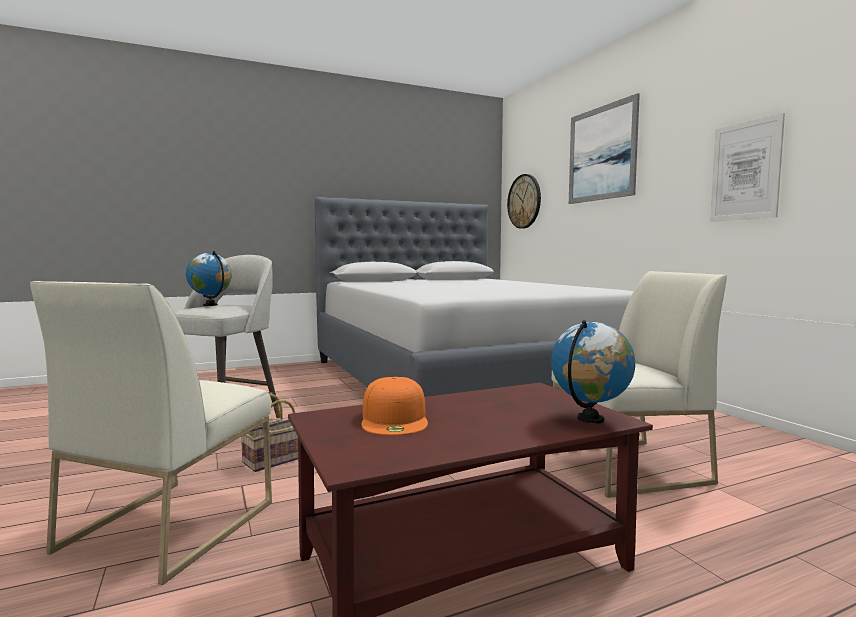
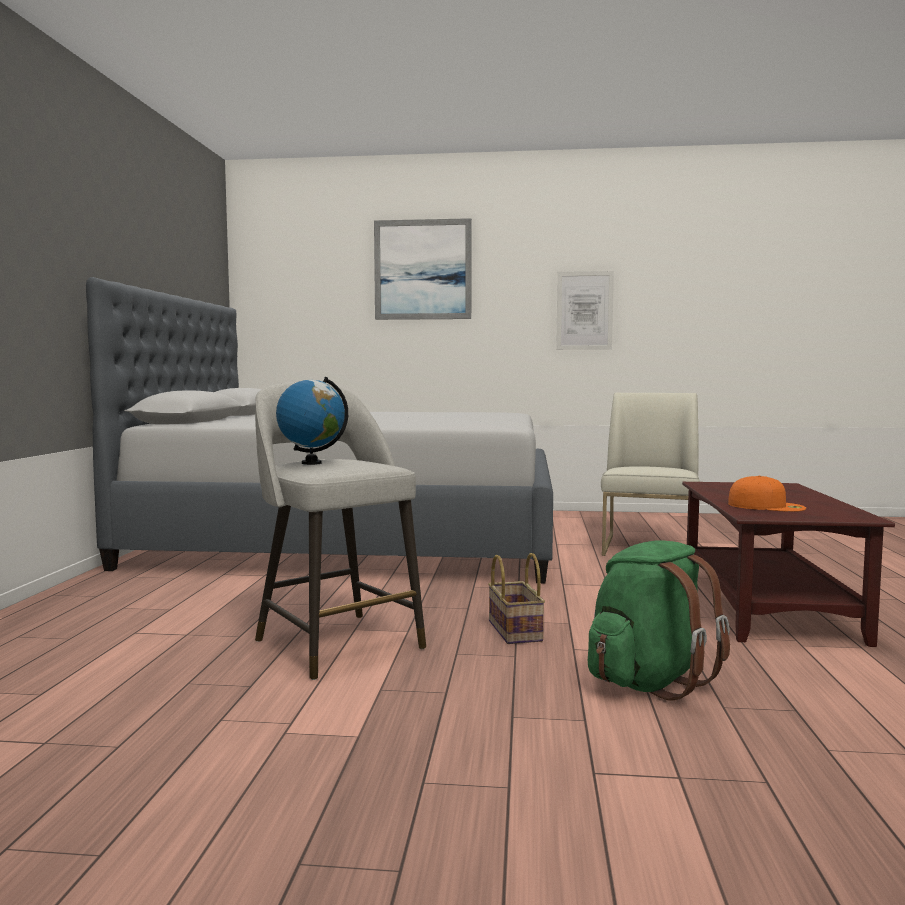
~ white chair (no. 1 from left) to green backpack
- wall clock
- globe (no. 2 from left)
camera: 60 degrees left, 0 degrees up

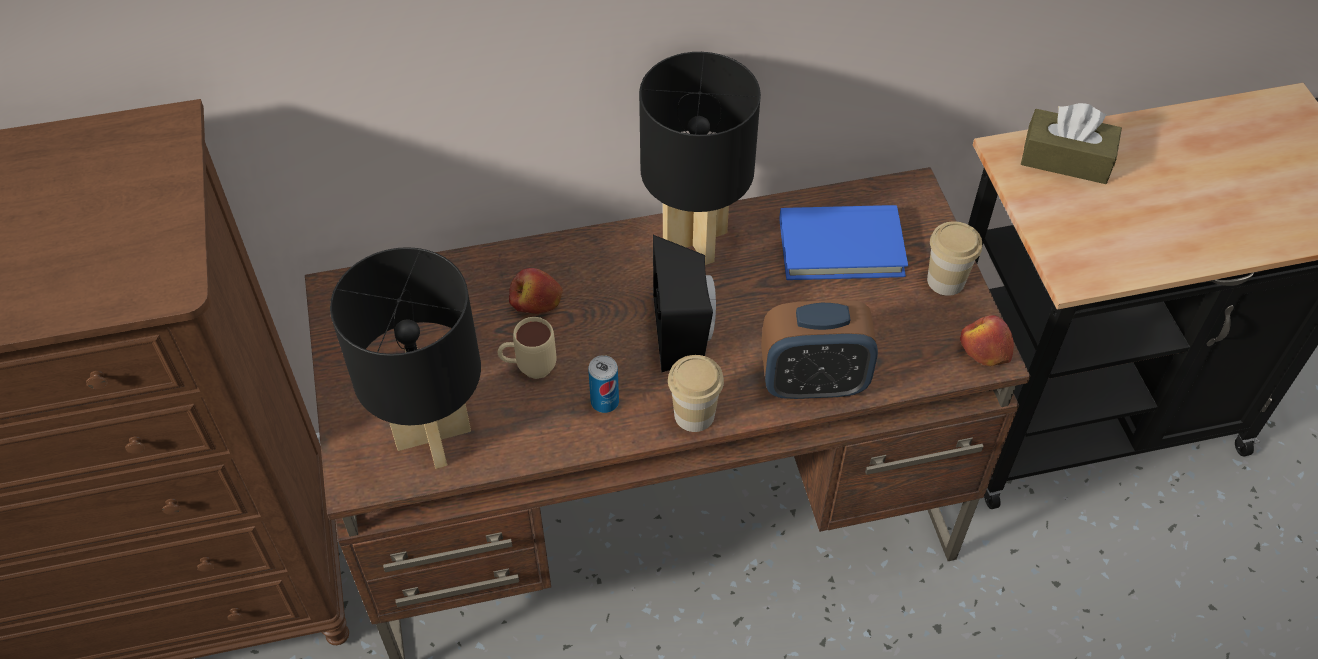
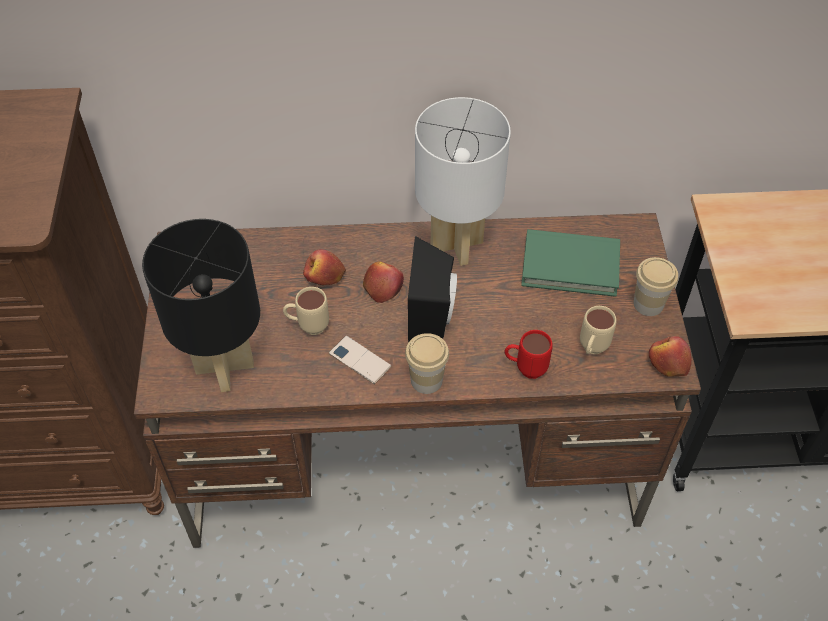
~ can to phone
+ apple (no. 2 from left)
~ black table lamp (no. 2 from left) to white table lamp
~ alarm clock to red mug
~ blue book to green book
+ beige mug (no. 2 from left)
- brown tissue box
camera: 10 degrees right, 0 degrees up

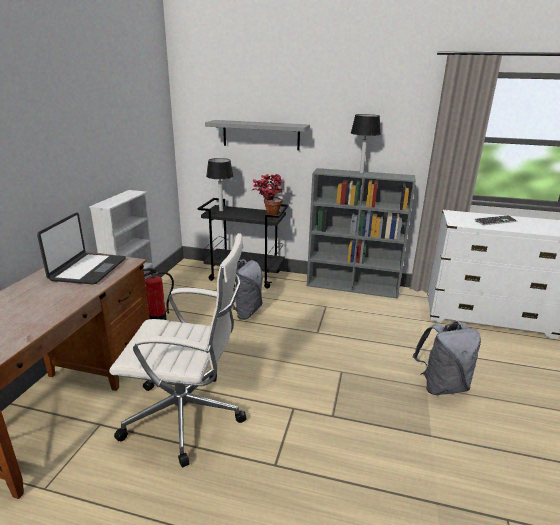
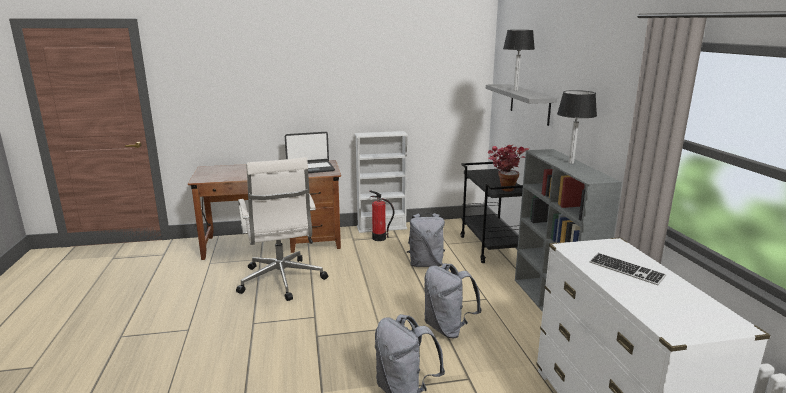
+ grey backpack (no. 3 from left)
~ table lamp (no. 1 from left)
camera: 65 degrees right, 5 degrees down

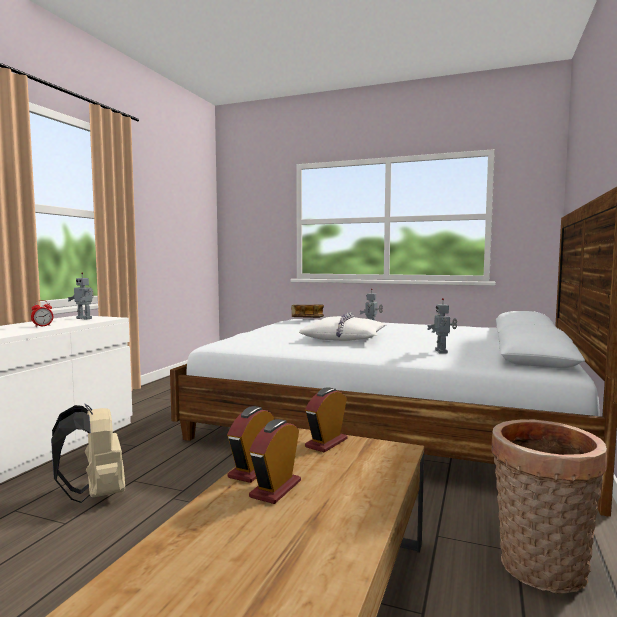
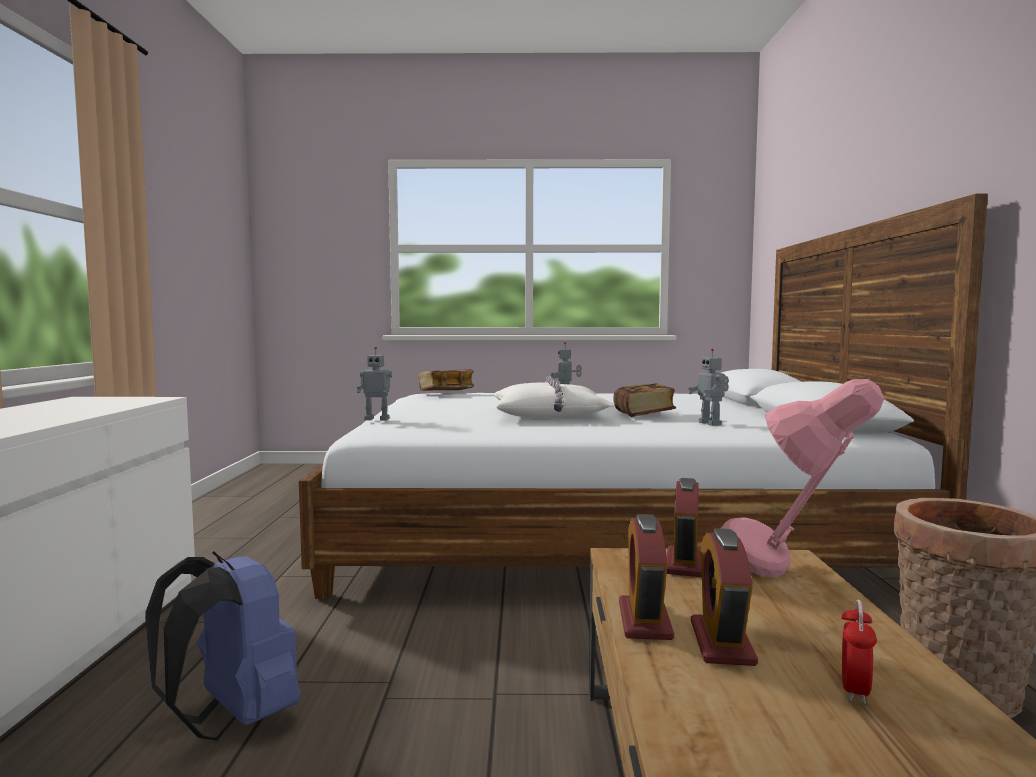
~ beige backpack to blue backpack
~ toy robot (no. 1 from left)
+ book (no. 2 from left)
+ pink table lamp
~ alarm clock (no. 1 from left in the first image) to alarm clock (no. 4 from left)
camera: 20 degrees left, 0 degrees up

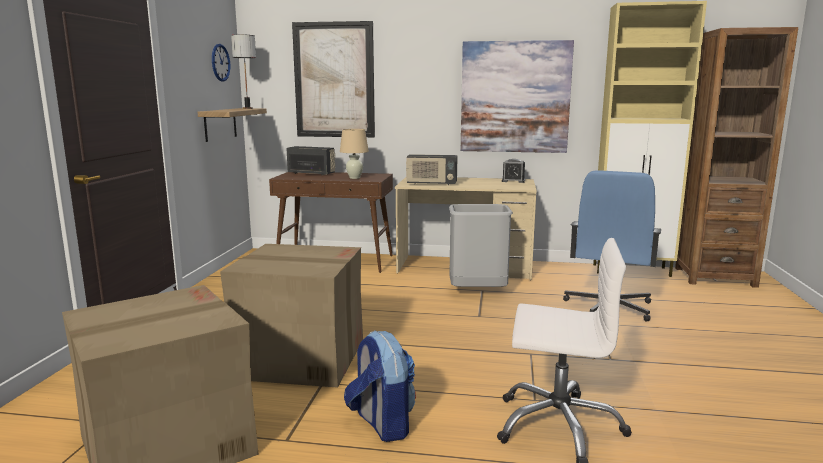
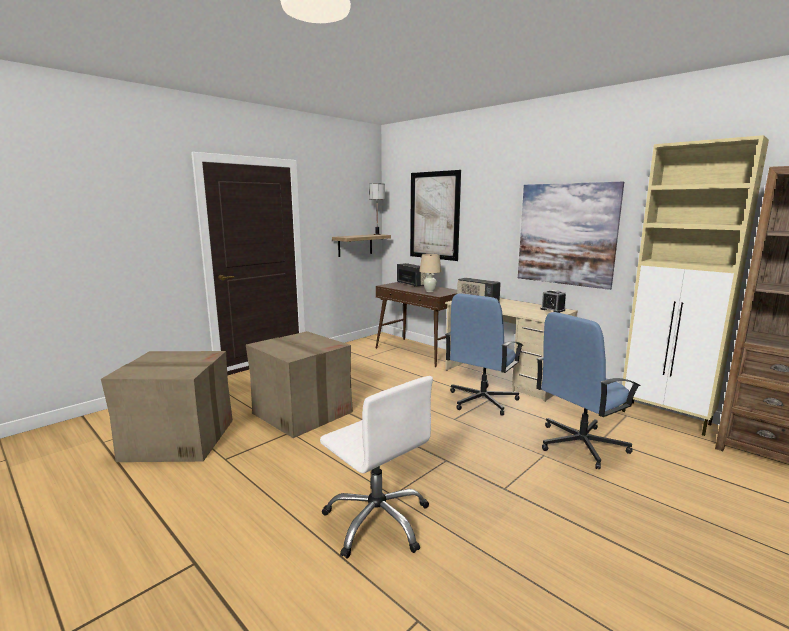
~ grey trash can to blue office chair (no. 1 from left)
- wall clock
- backpack
camera: 35 degrees right, 0 degrees up

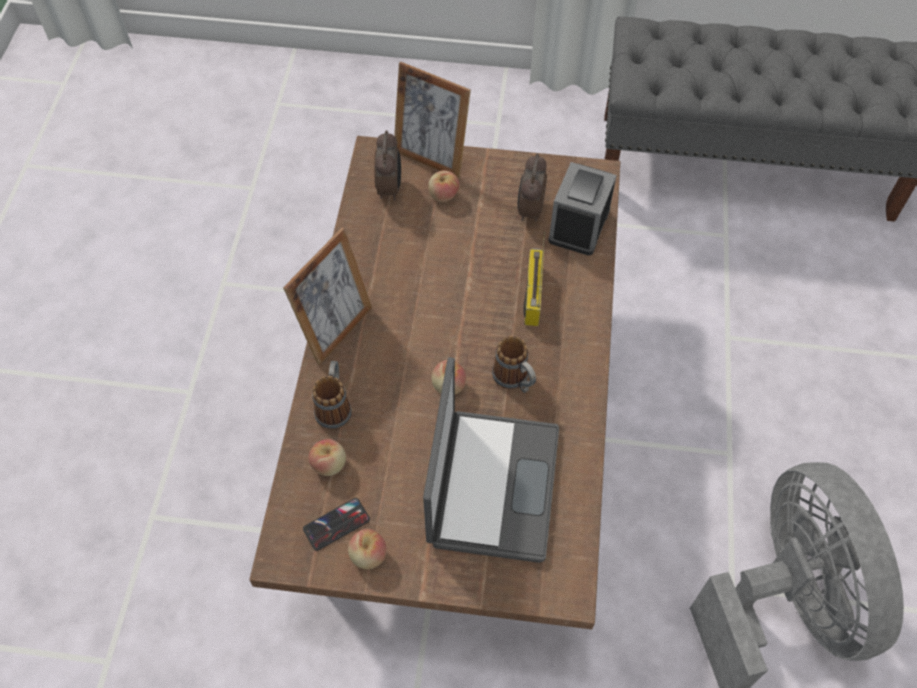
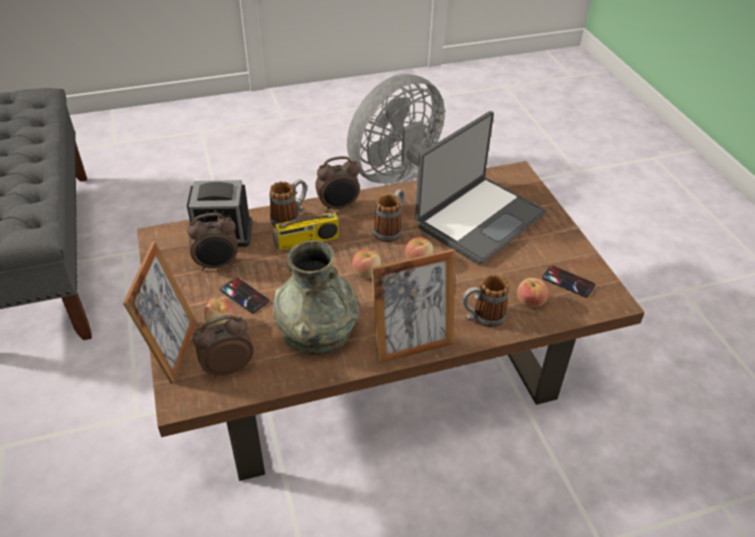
+ phone (no. 1 from left)
+ mug (no. 1 from left)
+ grey vase
+ alarm clock (no. 4 from left)
~ apple (no. 2 from left)
~ picture frame (no. 1 from left in the first image) 150 degrees clockwise
~ laptop 150 degrees clockwise
camera: 115 degrees left, 15 degrees down

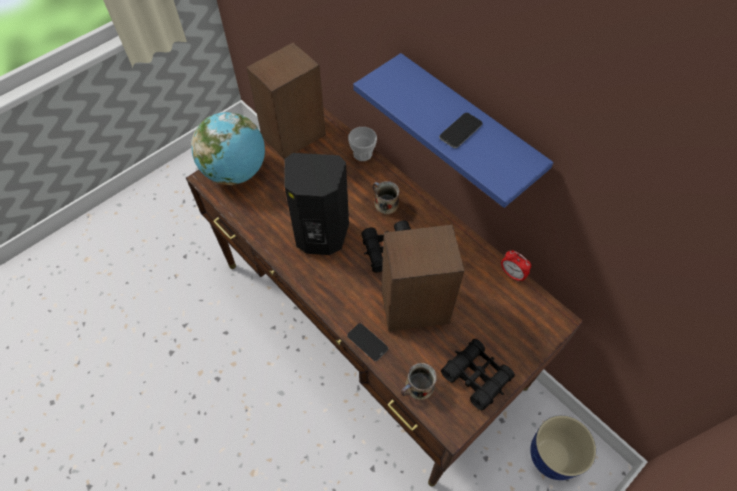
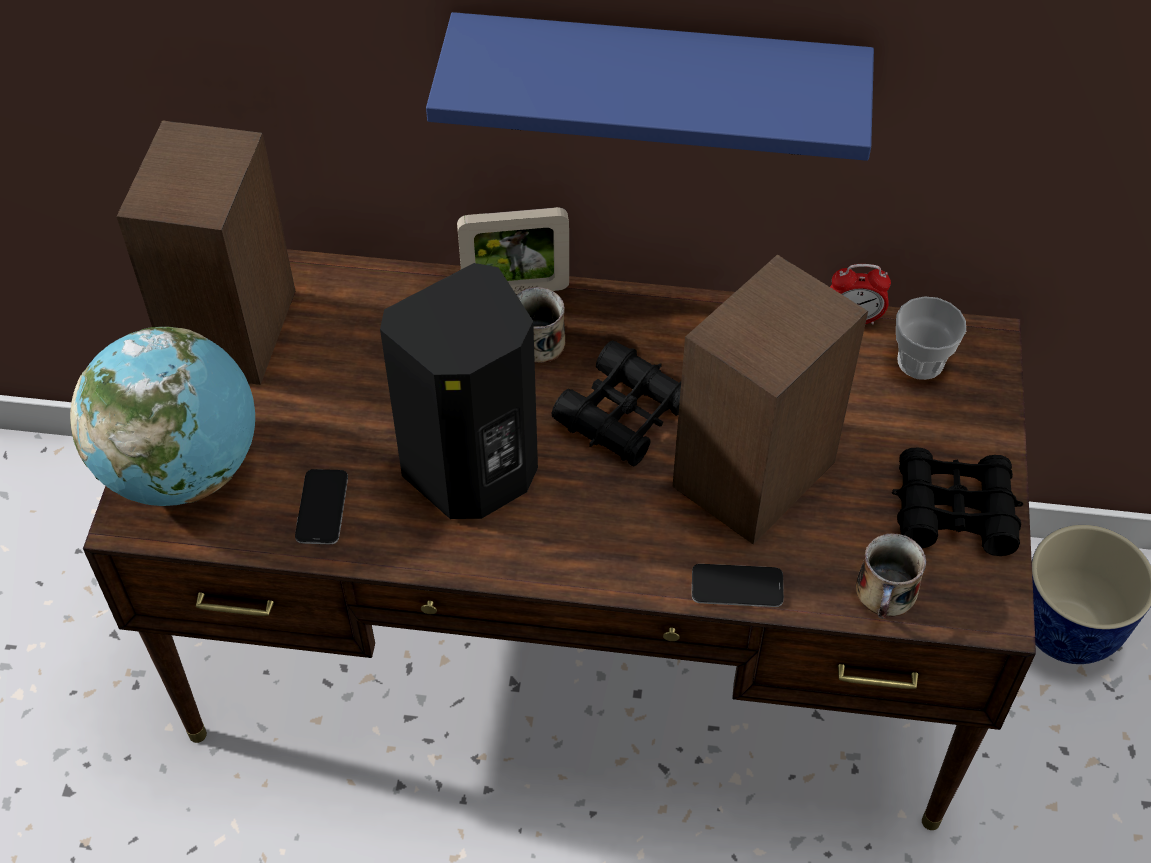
~ phone (no. 2 from left in the first image) to phone (no. 1 from left)
+ picture frame
~ cup
camera: 40 degrees left, 5 degrees down

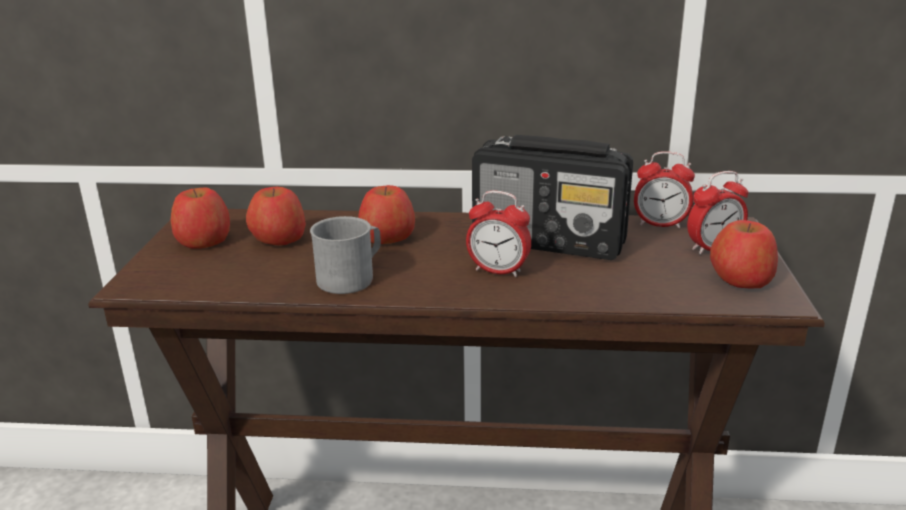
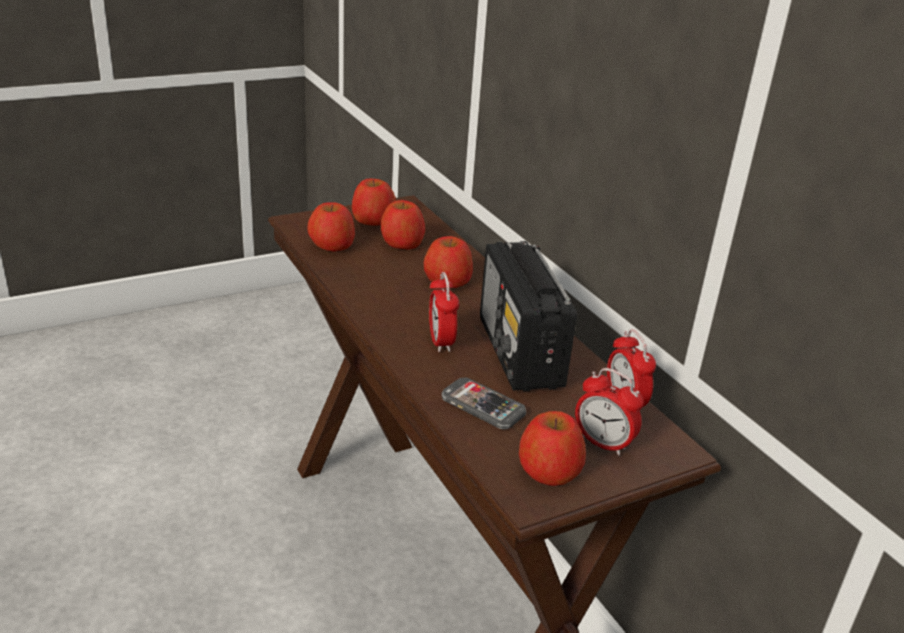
+ apple (no. 1 from left)
+ phone
- grey mug
camera: 55 degrees right, 5 degrees up

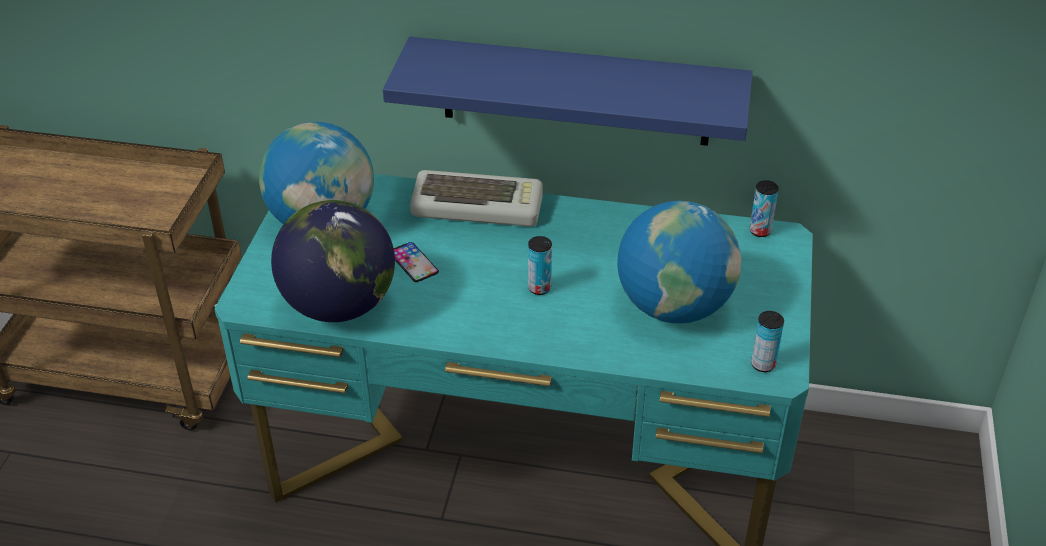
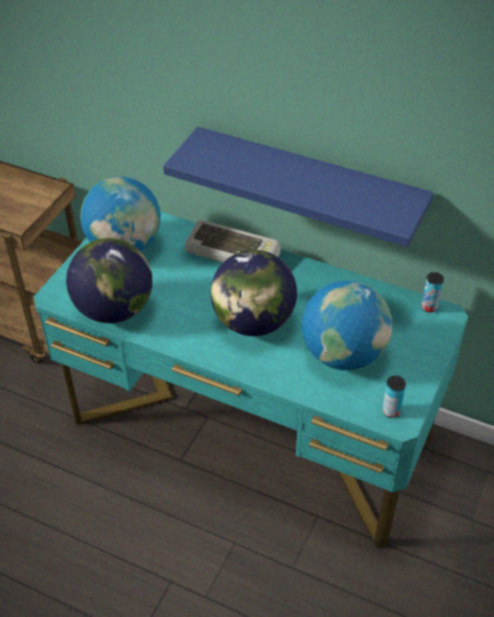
~ can (no. 1 from left) to globe (no. 3 from left)
- phone
camera: 15 degrees right, 5 degrees up

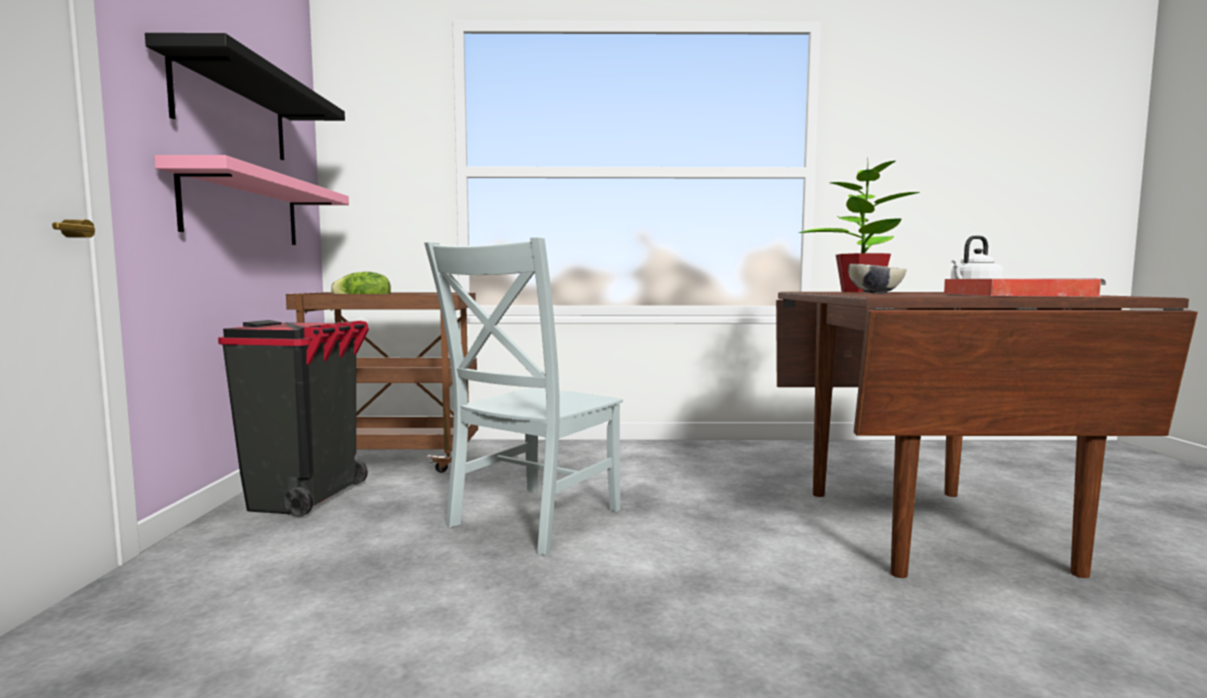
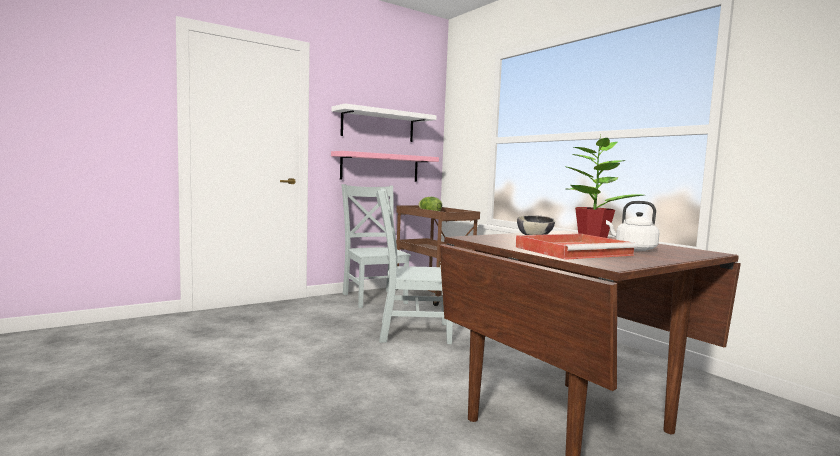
~ black shelf to white shelf
~ black trash can to grey chair (no. 1 from left)
camera: 55 degrees right, 0 degrees up

